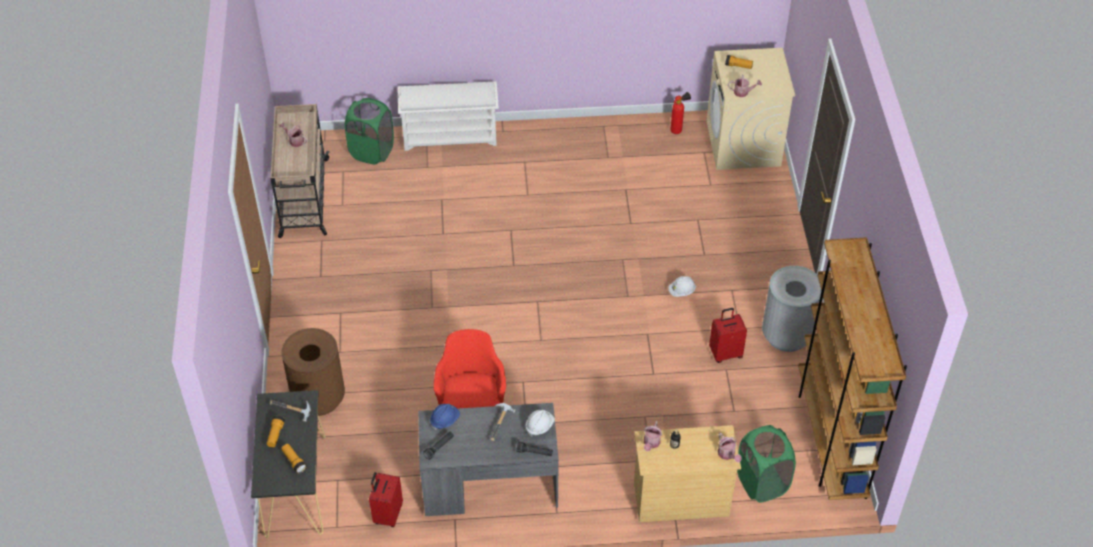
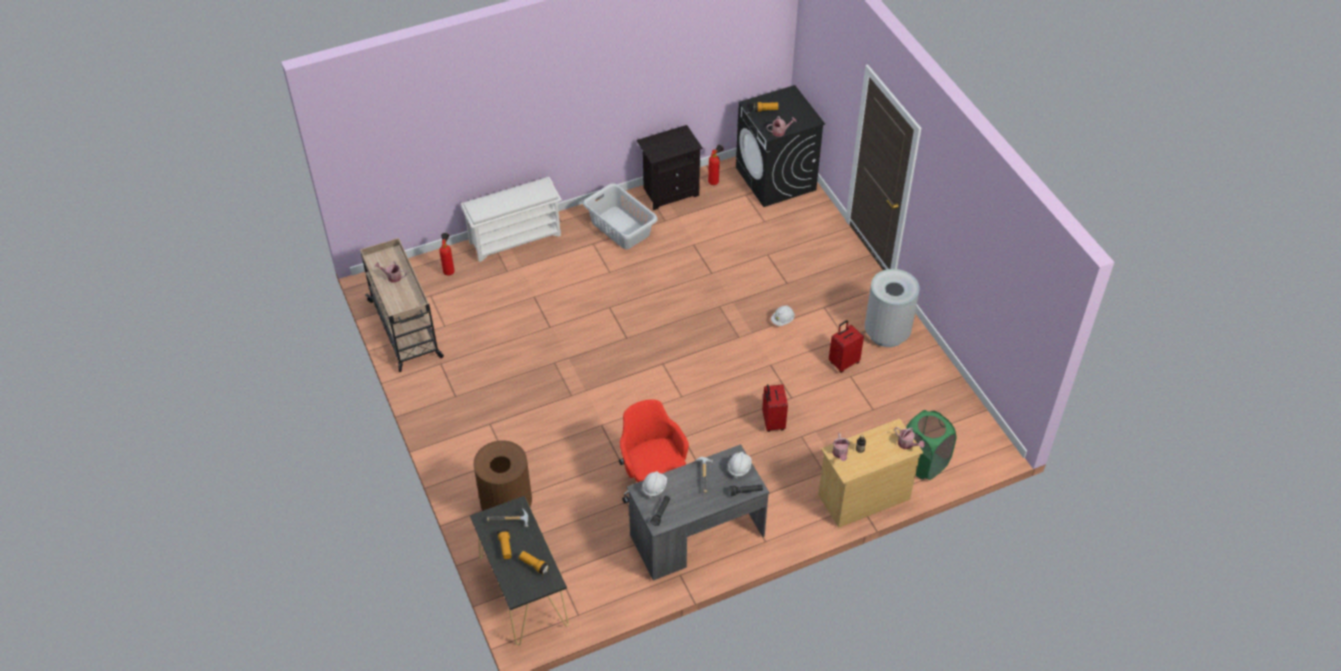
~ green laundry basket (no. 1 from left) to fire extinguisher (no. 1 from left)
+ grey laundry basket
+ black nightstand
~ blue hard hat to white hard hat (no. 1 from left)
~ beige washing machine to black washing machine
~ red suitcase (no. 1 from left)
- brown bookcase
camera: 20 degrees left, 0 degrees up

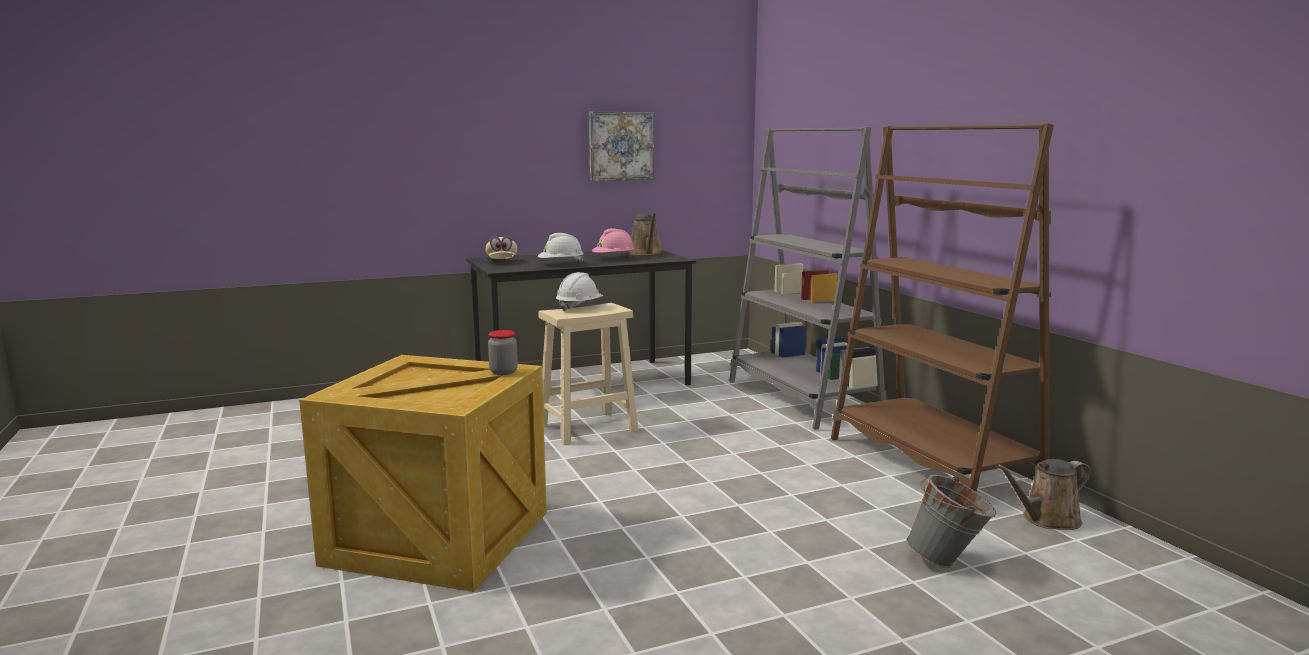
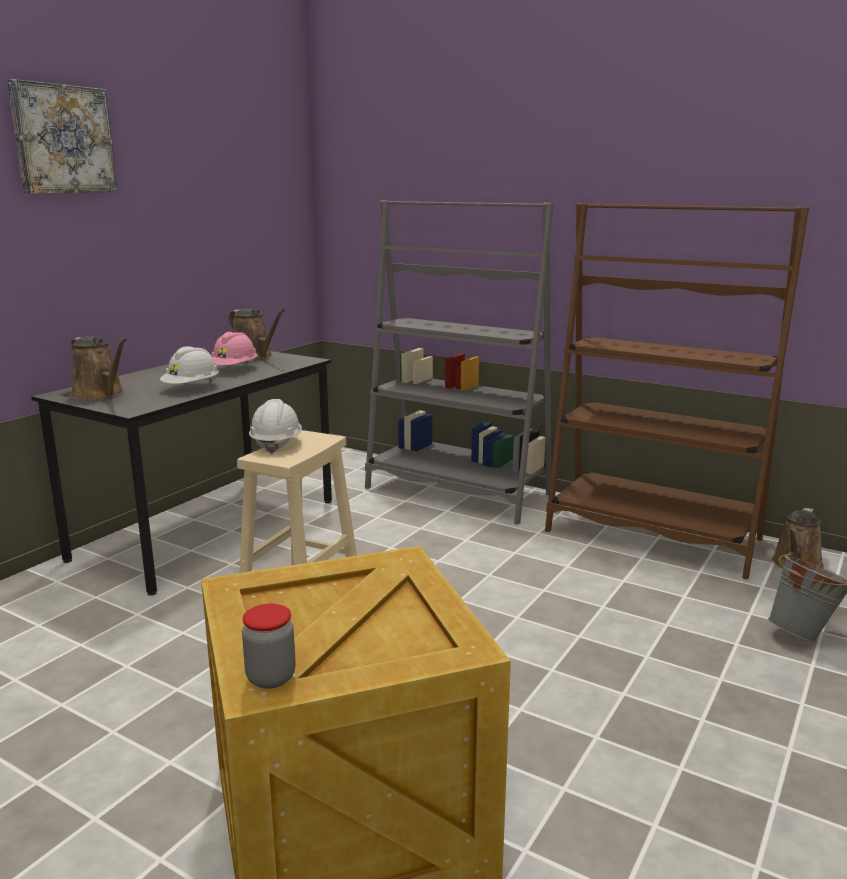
~ picture
~ beige cap to brown watering can (no. 1 from left)
~ jar
camera: 35 degrees left, 5 degrees up

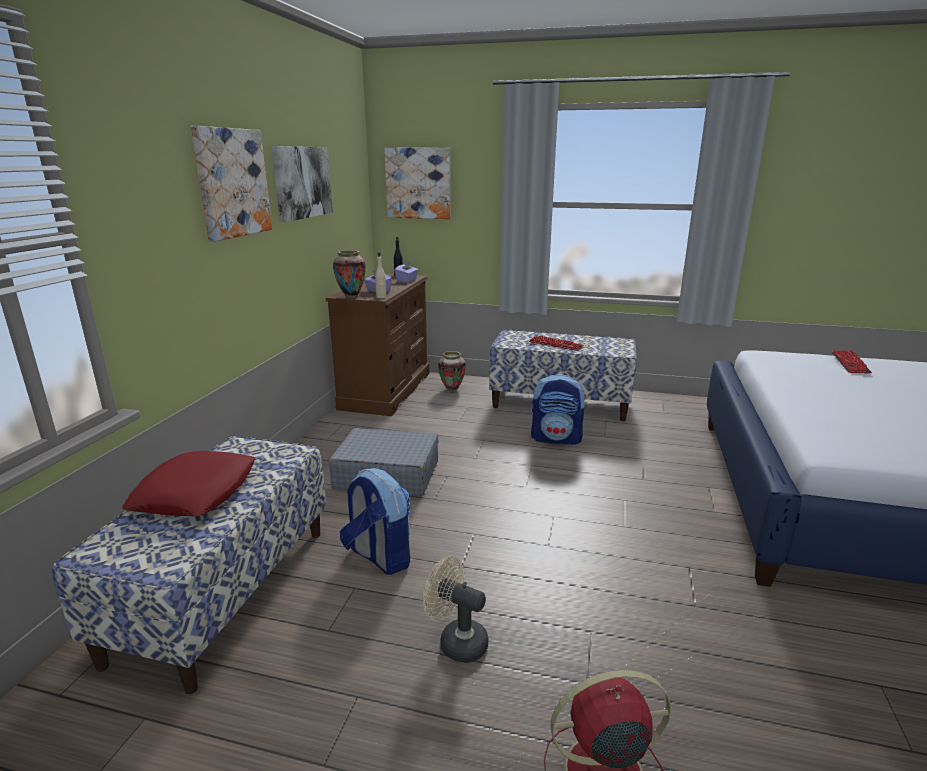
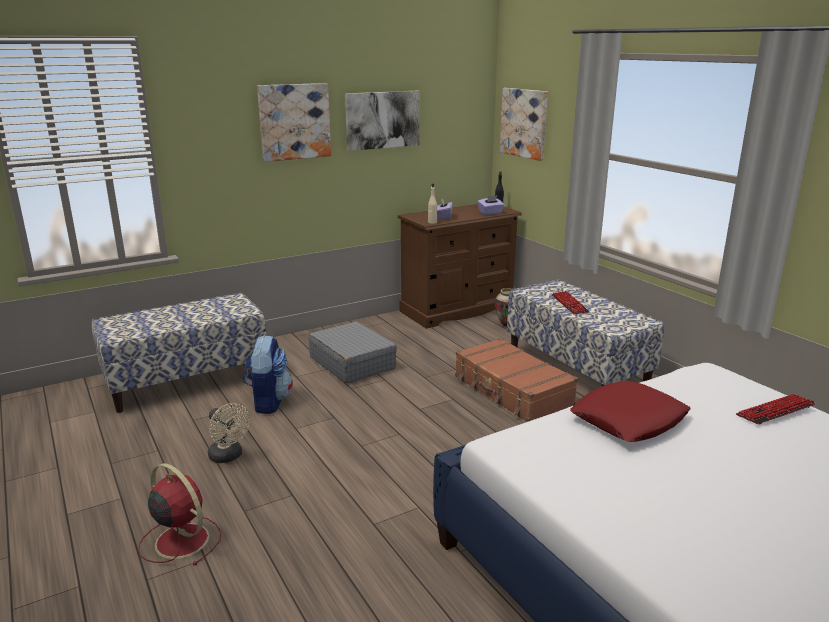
~ beige fan 150 degrees clockwise
~ backpack (no. 2 from left) to brown suitcase
~ red pillow
- vase (no. 1 from left)
camera: 45 degrees right, 0 degrees up

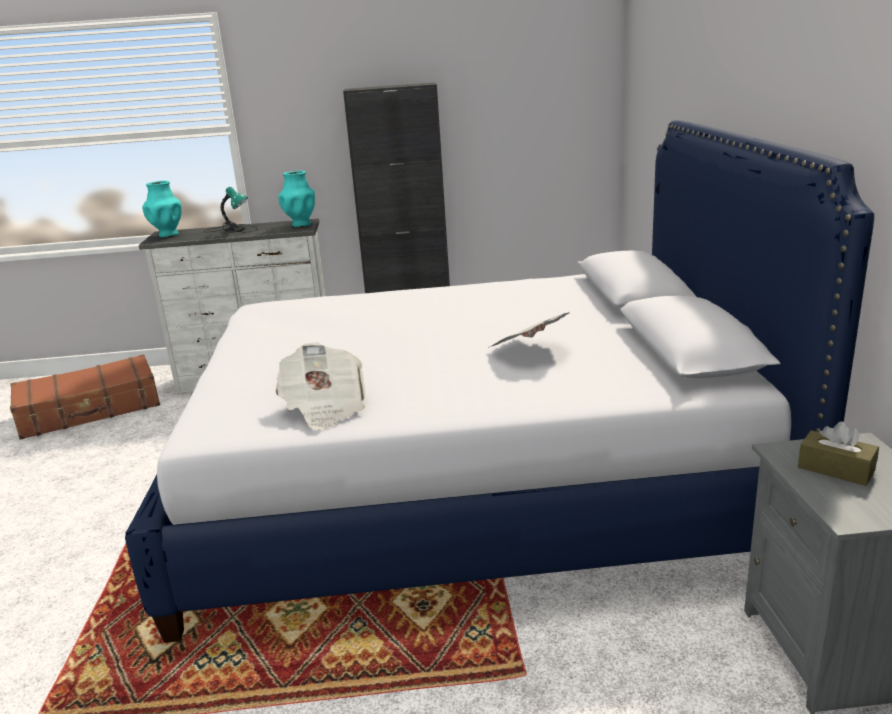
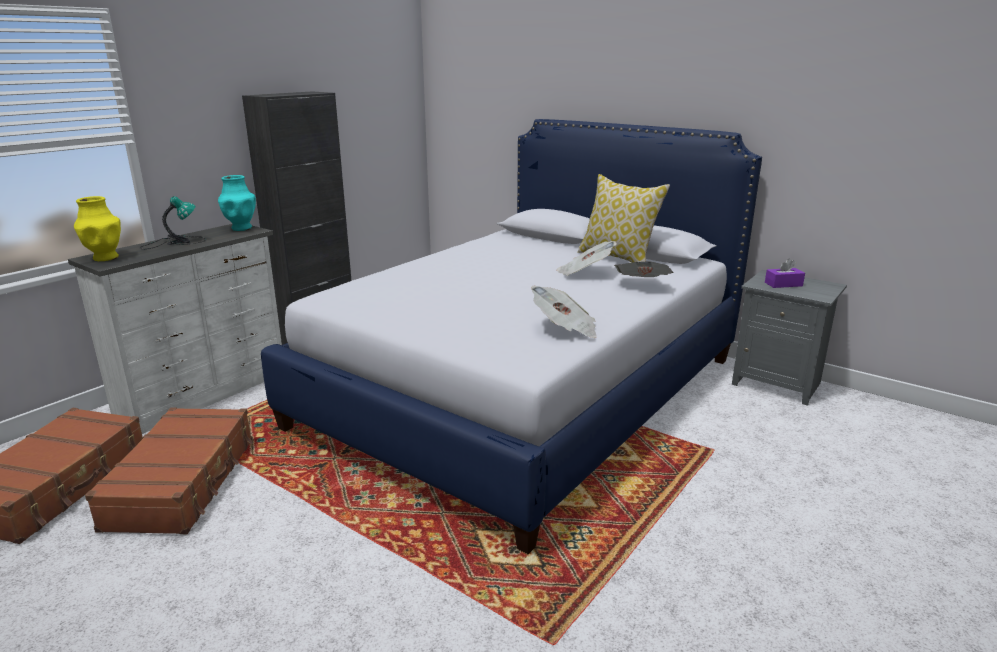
~ turquoise vase (no. 1 from left) to yellow vase
+ brown suitcase (no. 2 from left)
+ pillow
+ newspaper (no. 3 from left)
~ brown tissue box to purple tissue box
camera: 50 degrees left, 0 degrees up

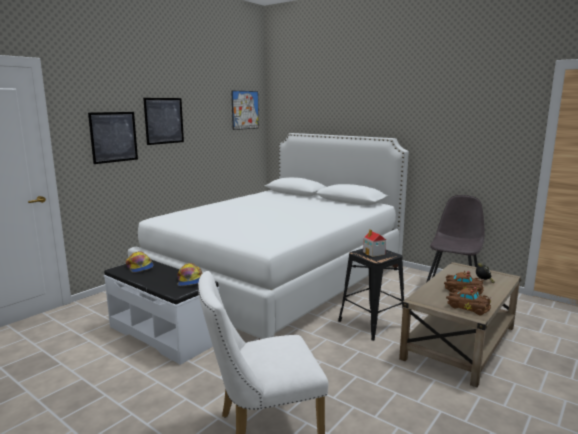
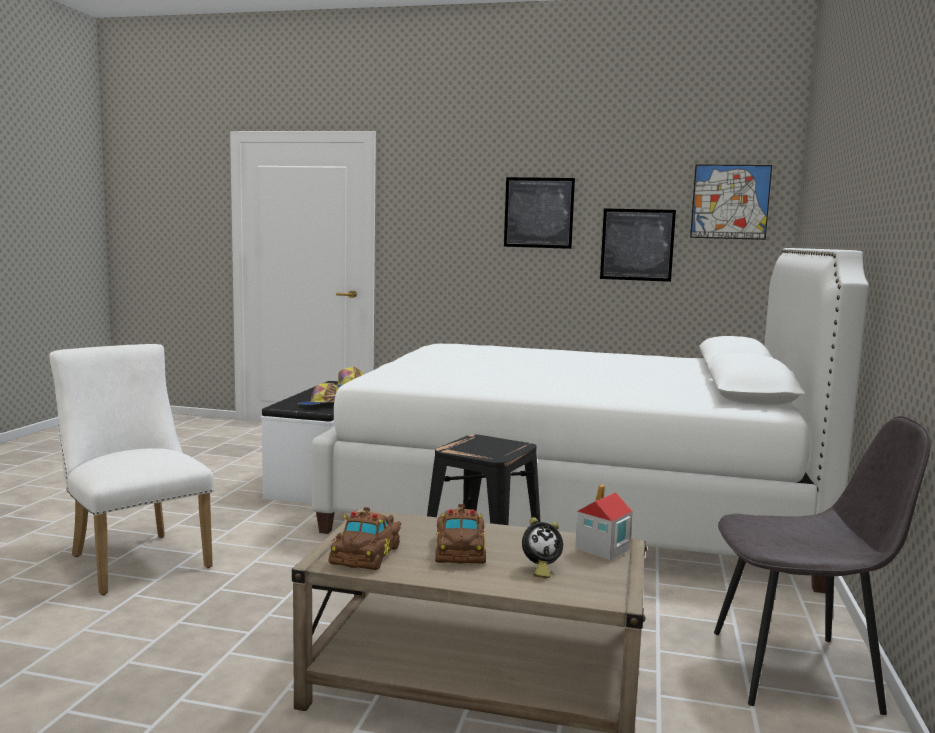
~ toy house
~ picture (no. 1 from left in the first image) to picture (no. 2 from left)
camera: 65 degrees right, 5 degrees down

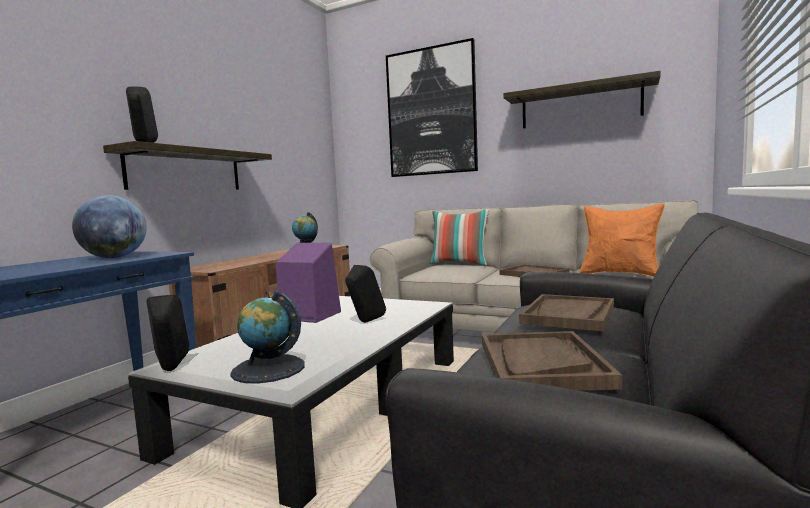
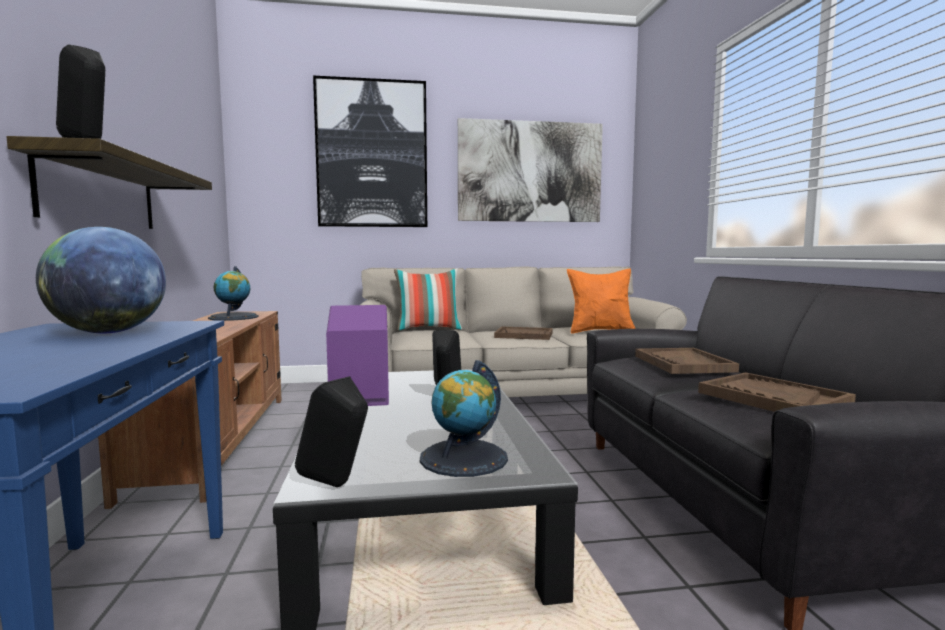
~ shelf (no. 2 from left) to picture (no. 2 from left)
camera: 35 degrees left, 0 degrees up

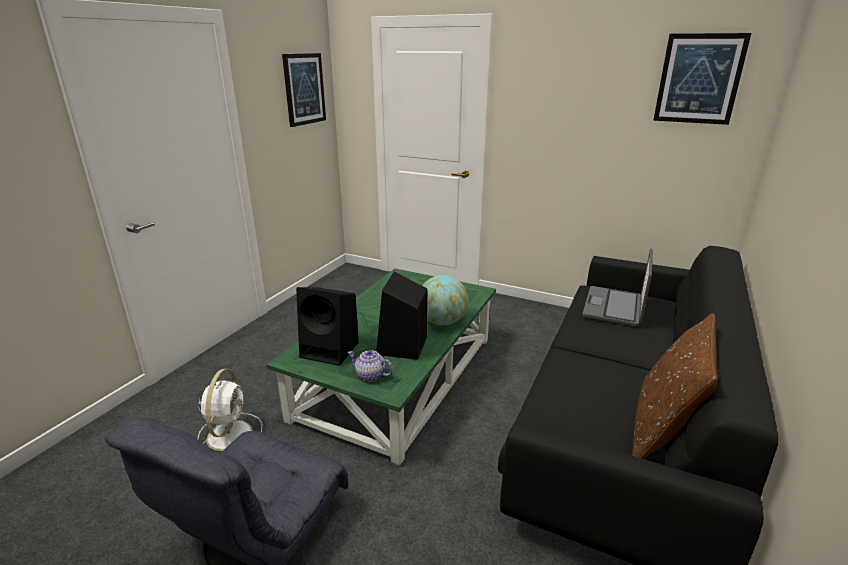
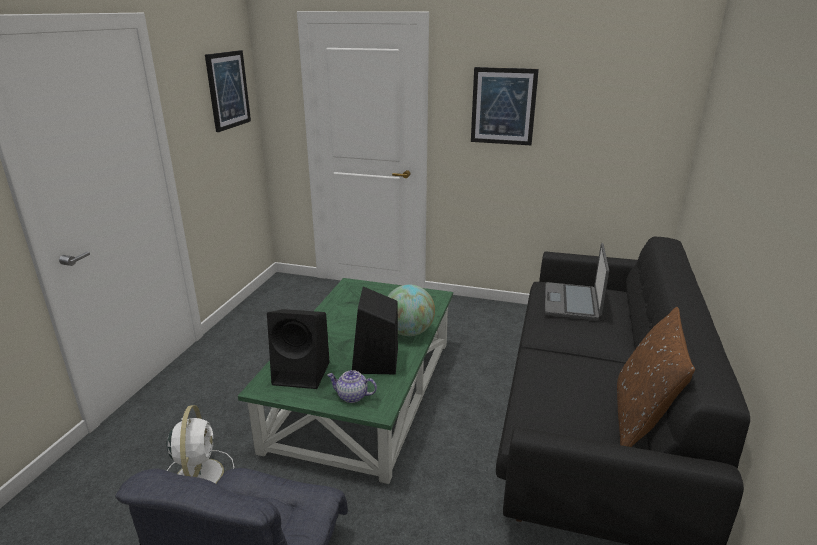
~ picture (no. 2 from left)
camera: 10 degrees left, 0 degrees up

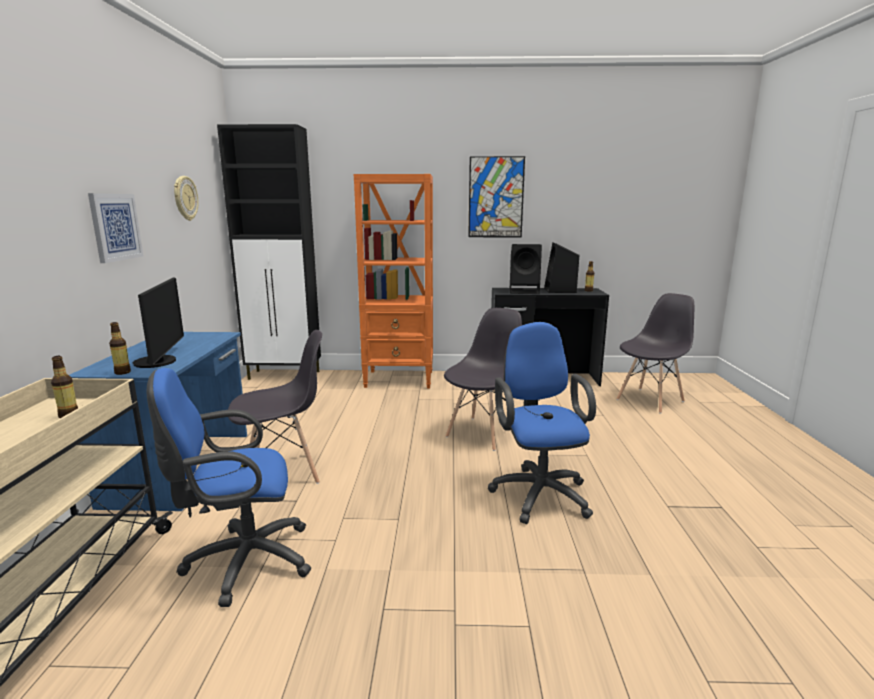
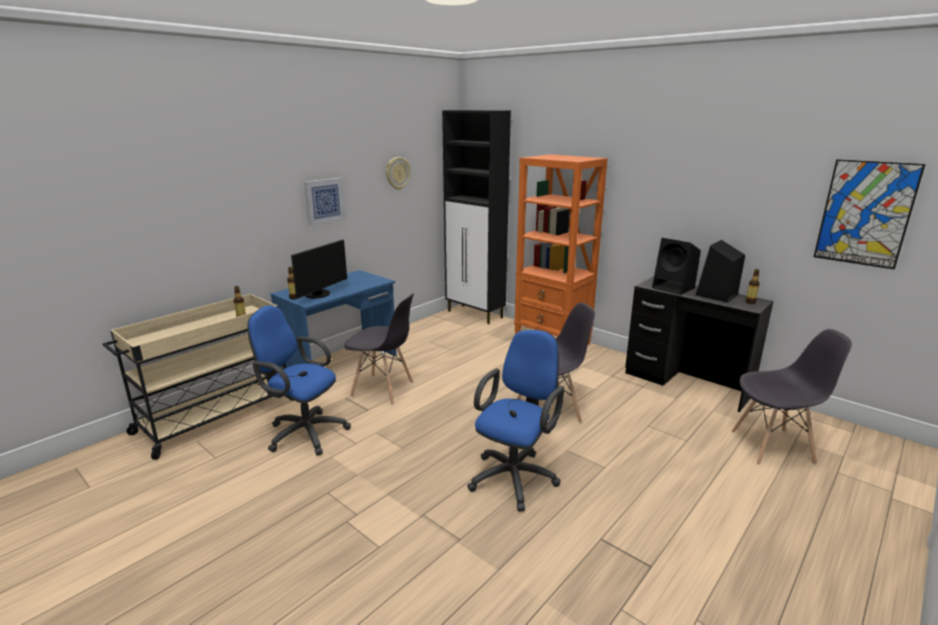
~ picture (no. 2 from left)
camera: 40 degrees right, 5 degrees up

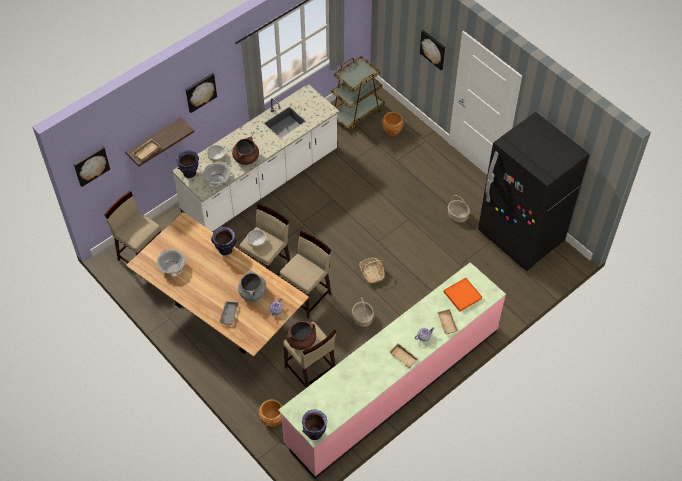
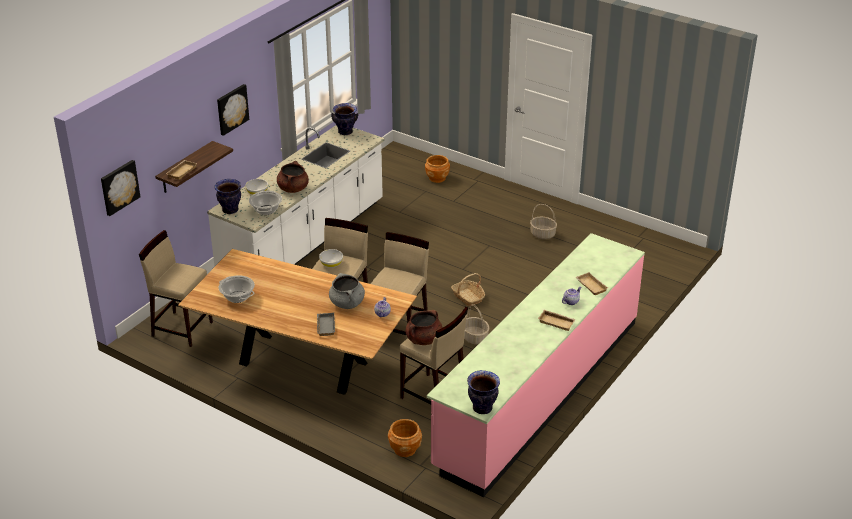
~ vase (no. 2 from left)
- brown cart
- picture (no. 3 from left)
- orange tray
- black fridge
camera: 15 degrees left, 20 degrees down

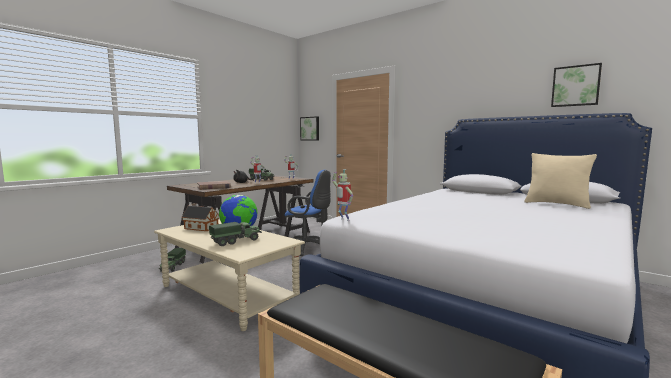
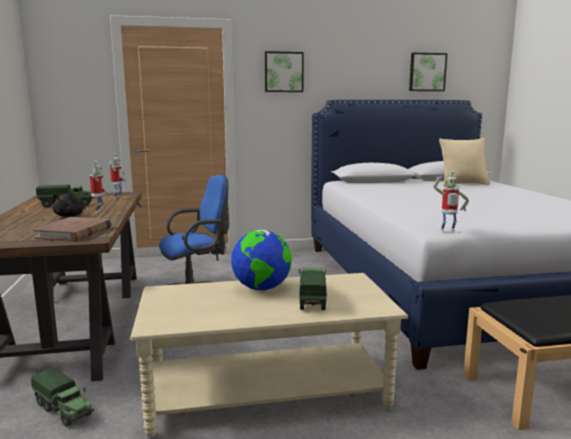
~ picture (no. 1 from left)
- toy house
camera: 50 degrees left, 5 degrees up

